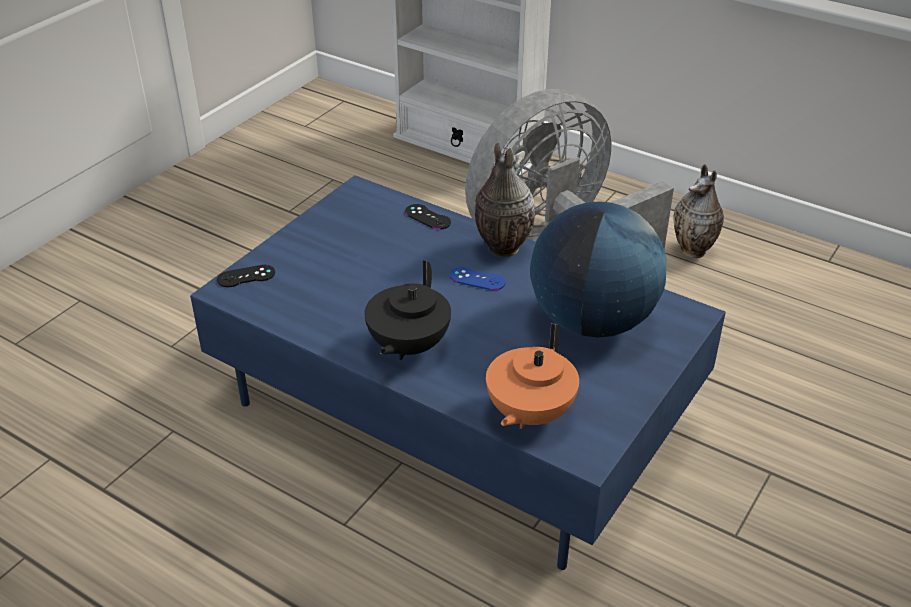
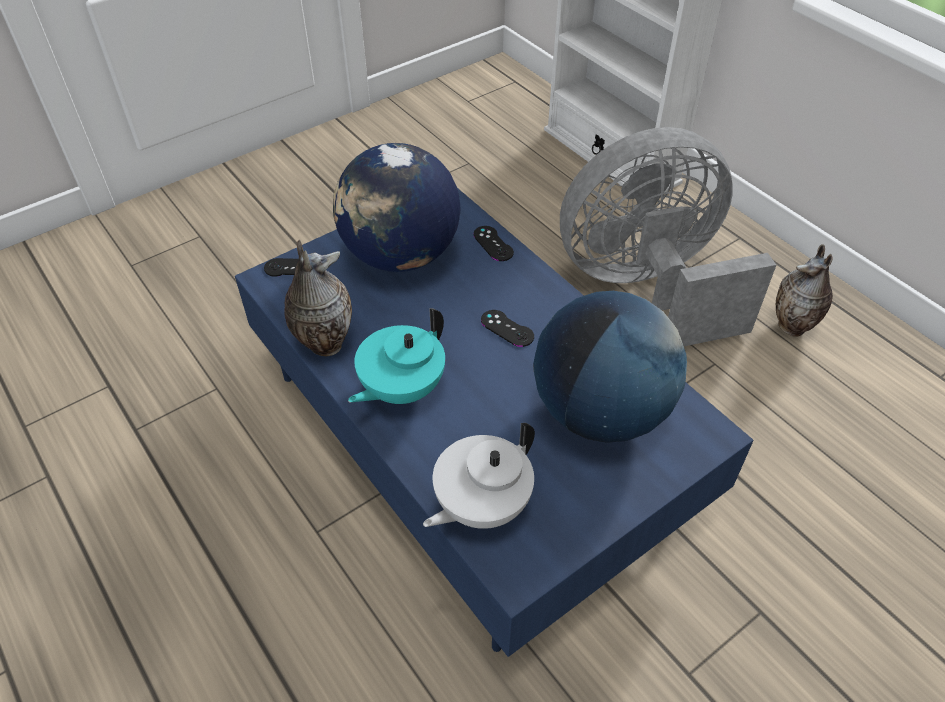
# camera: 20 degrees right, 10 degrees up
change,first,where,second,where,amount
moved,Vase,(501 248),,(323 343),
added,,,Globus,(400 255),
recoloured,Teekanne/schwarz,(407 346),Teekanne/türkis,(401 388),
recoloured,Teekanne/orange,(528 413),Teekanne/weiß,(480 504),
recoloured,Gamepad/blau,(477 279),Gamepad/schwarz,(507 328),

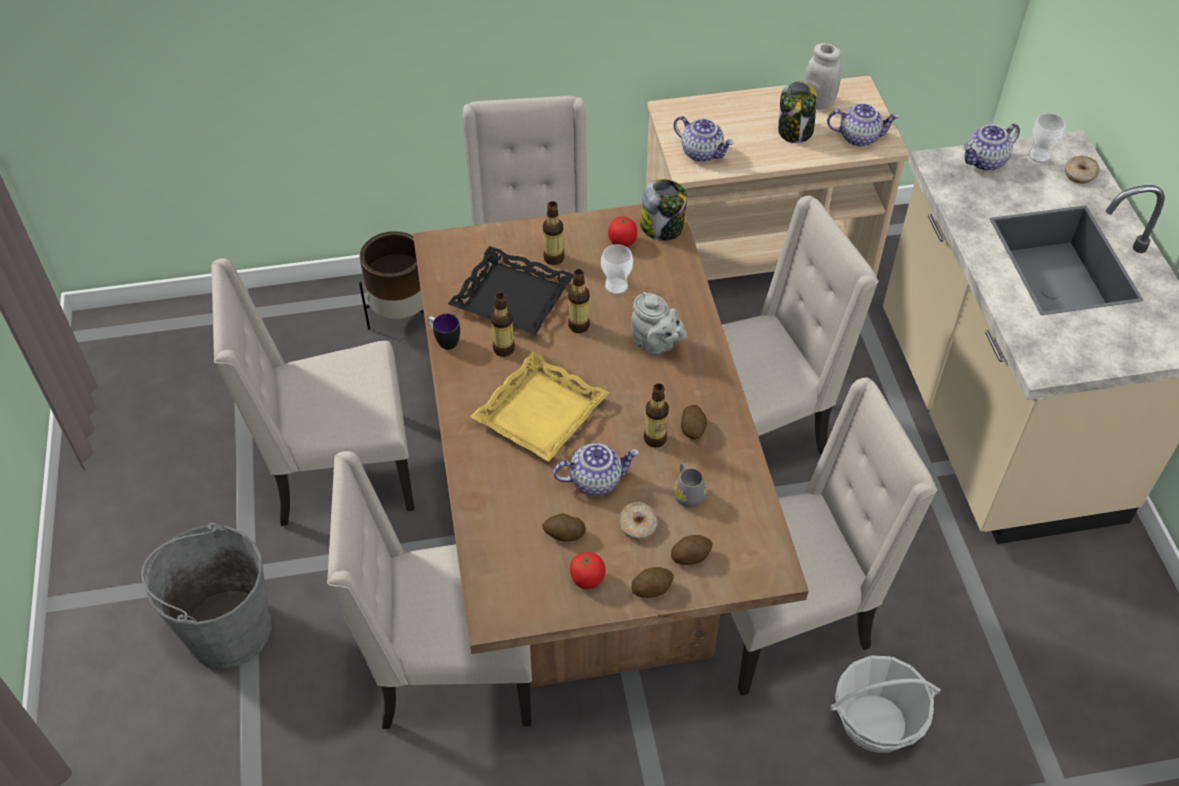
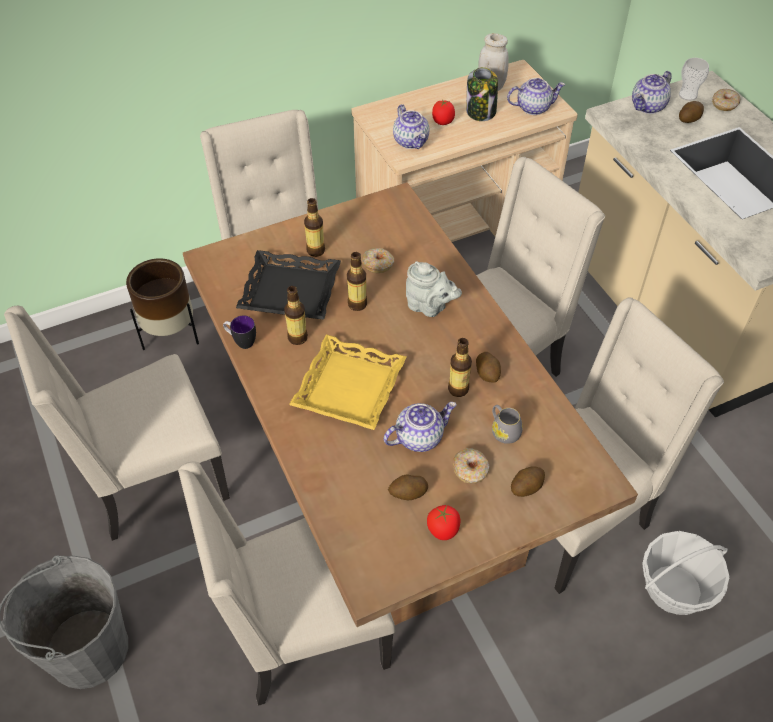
# camera: 15 degrees left, 0 degrees up
change,first,where,second,where,amount
replaced,Tasse,(616 286),Donut,(378 264),
turned,Teekanne,(702 153),,(411 141),45 degrees clockwise
moved,Tomate,(622 242),,(443 122),
moved,Kartoffel,(652 588),,(689 119),
removed,Vorratsglas,(662 227),,,

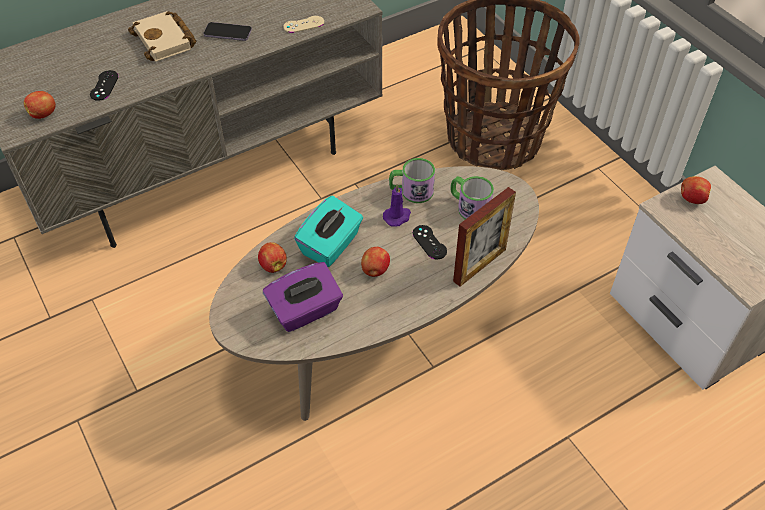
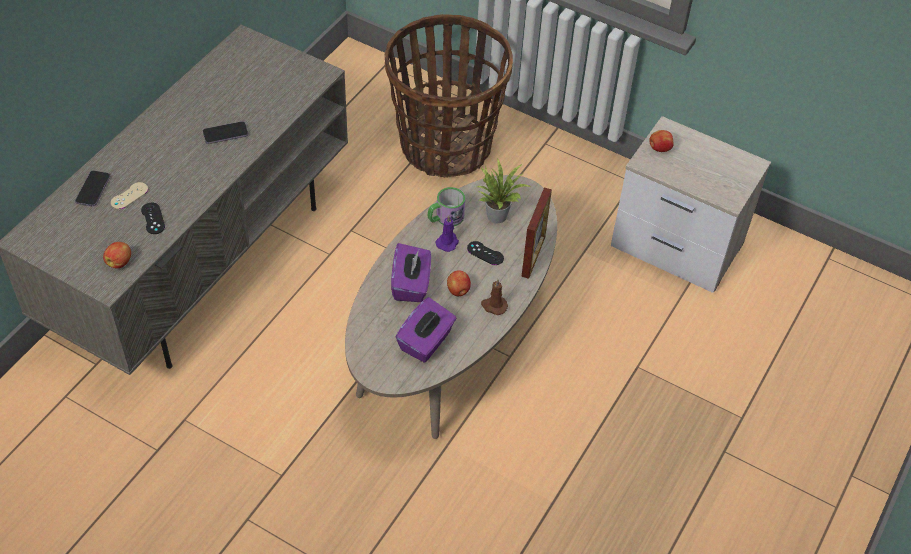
# camera: 30 degrees left, 0 degrees up
change,first,where,second,where,amount
added,,,Handy,(93 189),
moved,Gamepad/beige,(303 24),,(129 196),
recoloured,Taschentuchbox/türkis,(331 245),Taschentuchbox/lila,(411 284),
replaced,Henkelbecher,(469 207),Topfpflanze,(497 214),
added,,,Kerze/braun,(494 306),
removed,Buch/beige,(166 41),,,
removed,Apfel,(273 265),,,

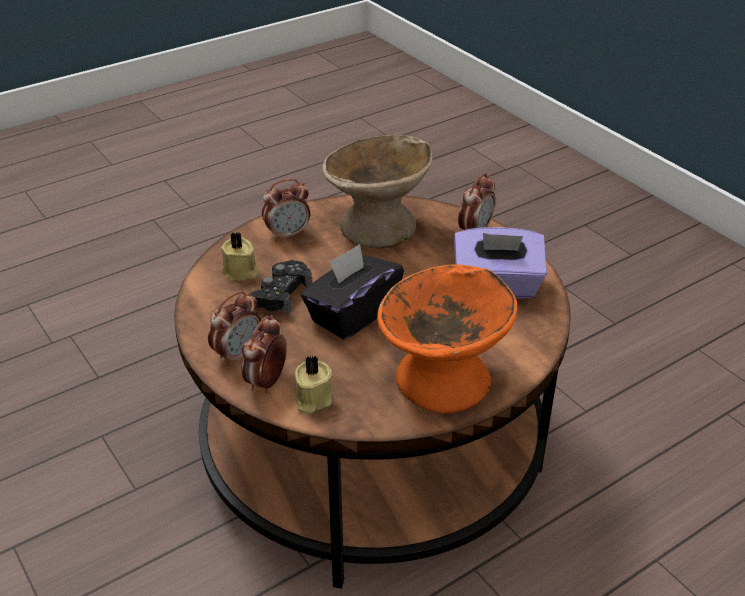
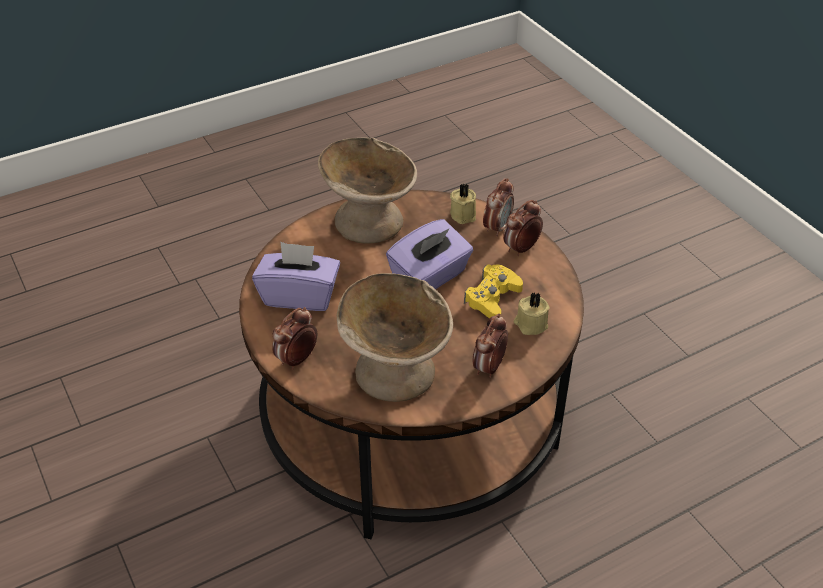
# camera: 175 degrees left, 5 degrees up
change,first,where,second,where,amount
recoloured,Schüssel/orange,(443 380),Schüssel/beige,(368 222),
recoloured,Taschentuchbox/schwarz,(352 314),Taschentuchbox/lila,(430 277),
recoloured,Gamepad/schwarz,(279 295),Gamepad/gelb,(492 298),
turned,Wecker,(287 234),,(489 367),45 degrees counterclockwise

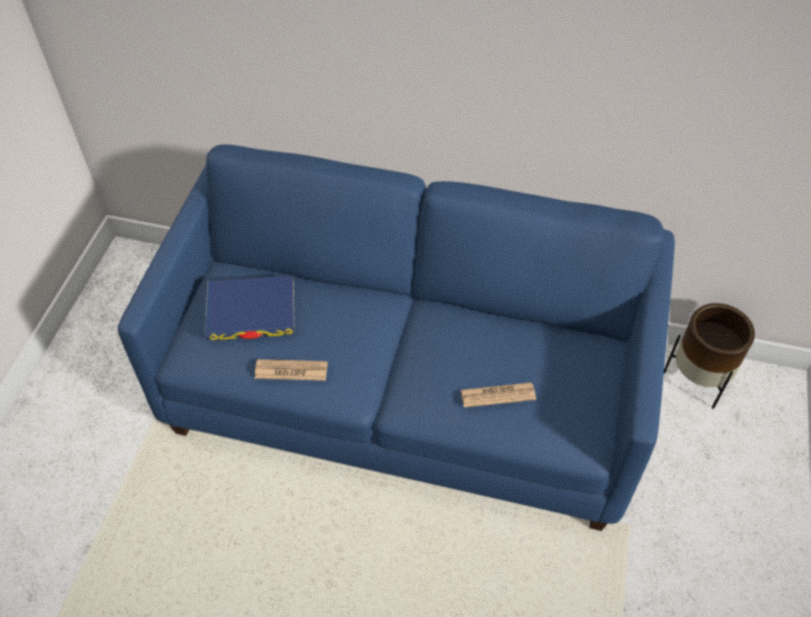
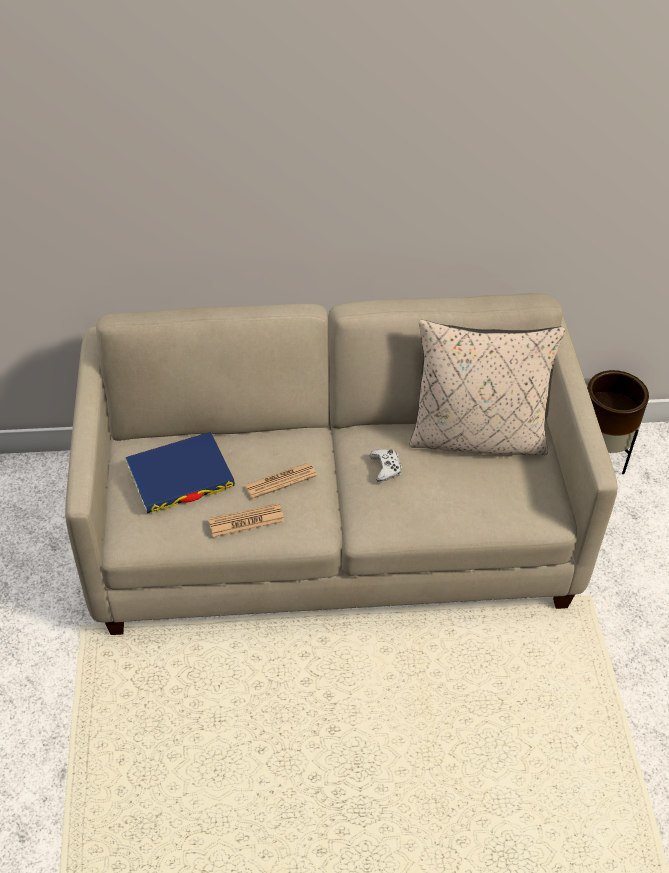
# camera: 20 degrees left, 5 degrees down
change,first,where,second,where,amount
recoloured,Sofa/blau,(407 390),Sofa/beige,(333 531),
moved,Zeitung,(498 395),,(280 481),
added,,,Gamepad/weiß,(386 468),
added,,,Kissen/beige,(477 437),

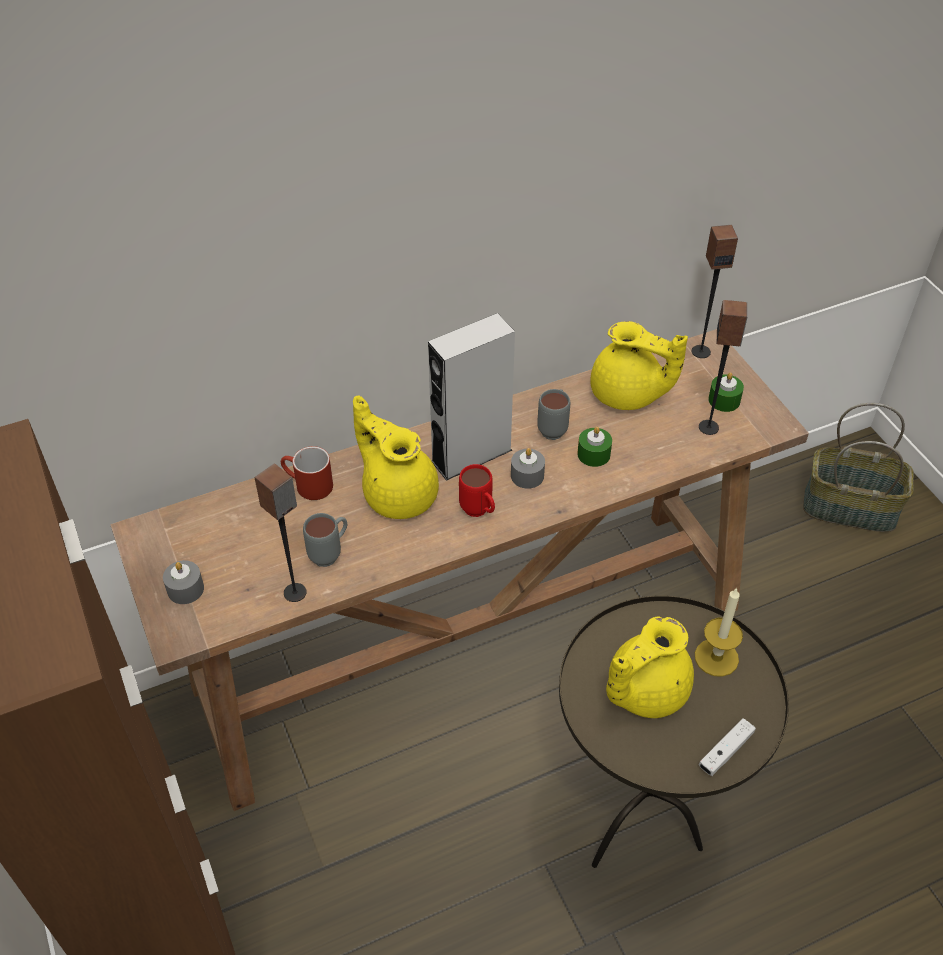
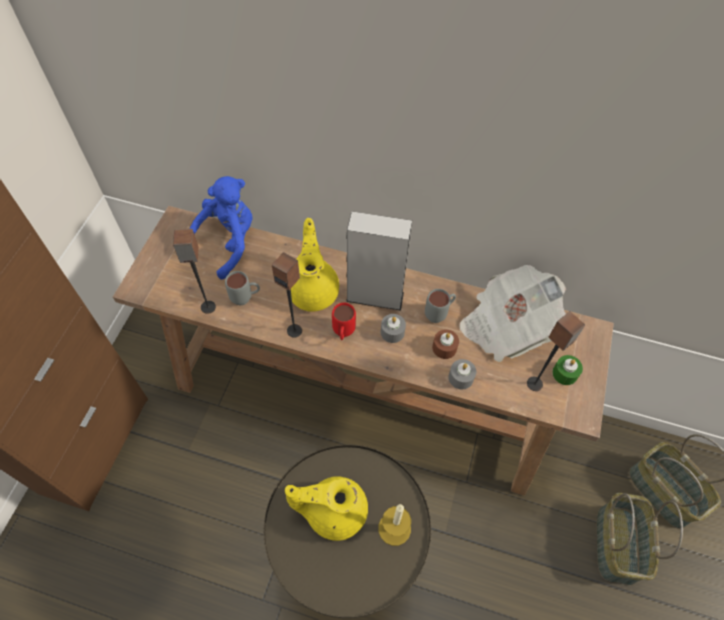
# camera: 40 degrees right, 10 degrees up
change,first,where,second,where,amount
added,,,Plüschtier/blau,(227 243),
moved,Lautsprecher,(700 351),,(294 330),
recoloured,Kerze/grün,(593 454),Kerze/braun,(444 348),
moved,Kerze/grau,(185 589),,(460 377),
replaced,Teekanne/gelb,(628 395),Zeitung,(506 325),
added,,,Korb,(618 545),
removed,Henkelbecher/rot,(307 486),,,
removed,Gamepad/weiß,(725 751),,,

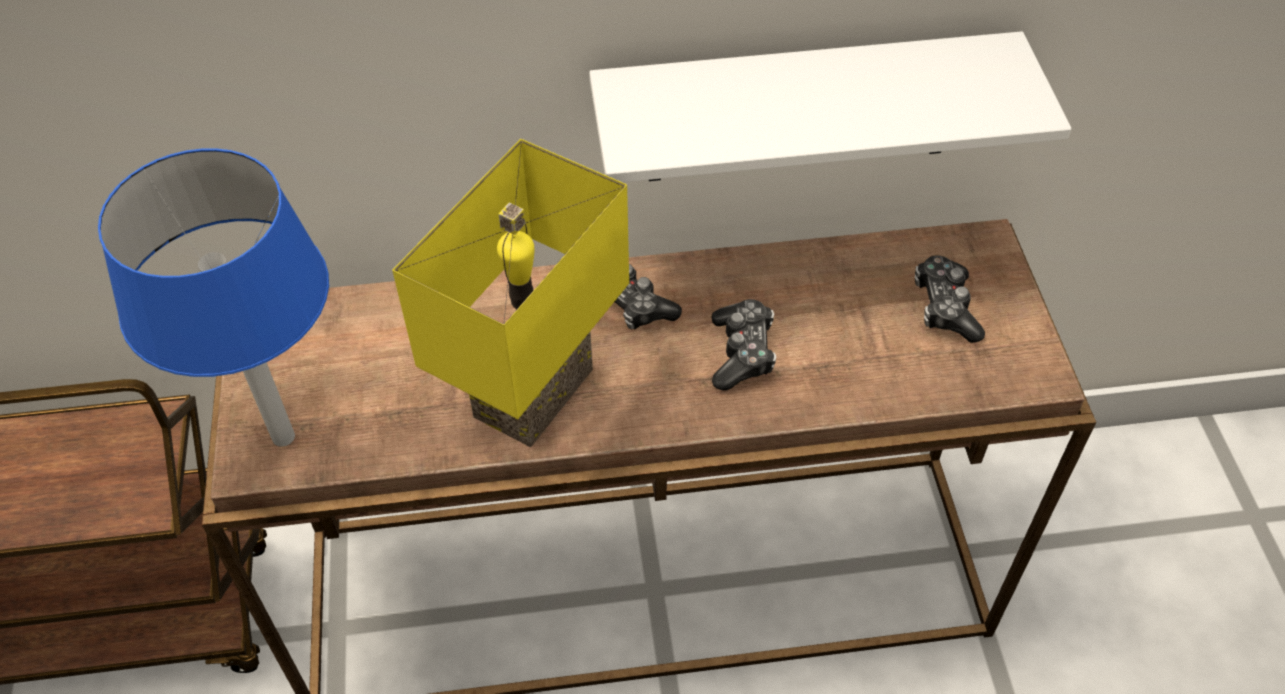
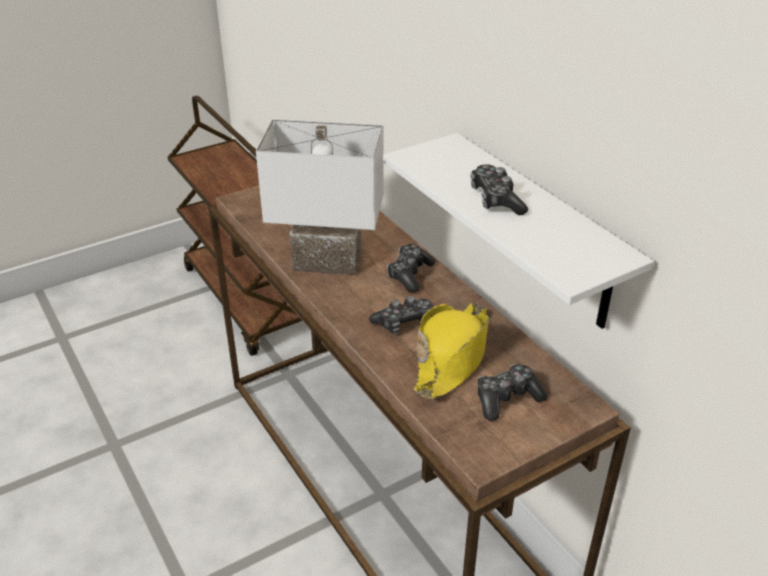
# camera: 65 degrees right, 15 degrees down
change,first,where,second,where,amount
recoloured,Tischlampe/gelb,(538 397),Tischlampe/weiß,(325 263),
added,,,Hut/gelb,(452 357),
added,,,Gamepad,(496 200),
removed,Tischlampe/blau,(282 437),,,

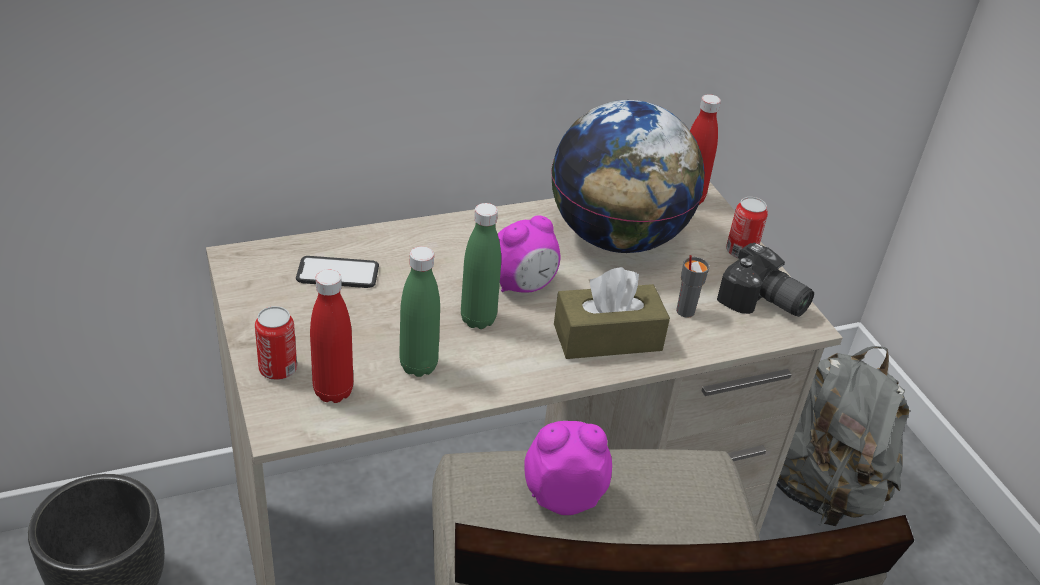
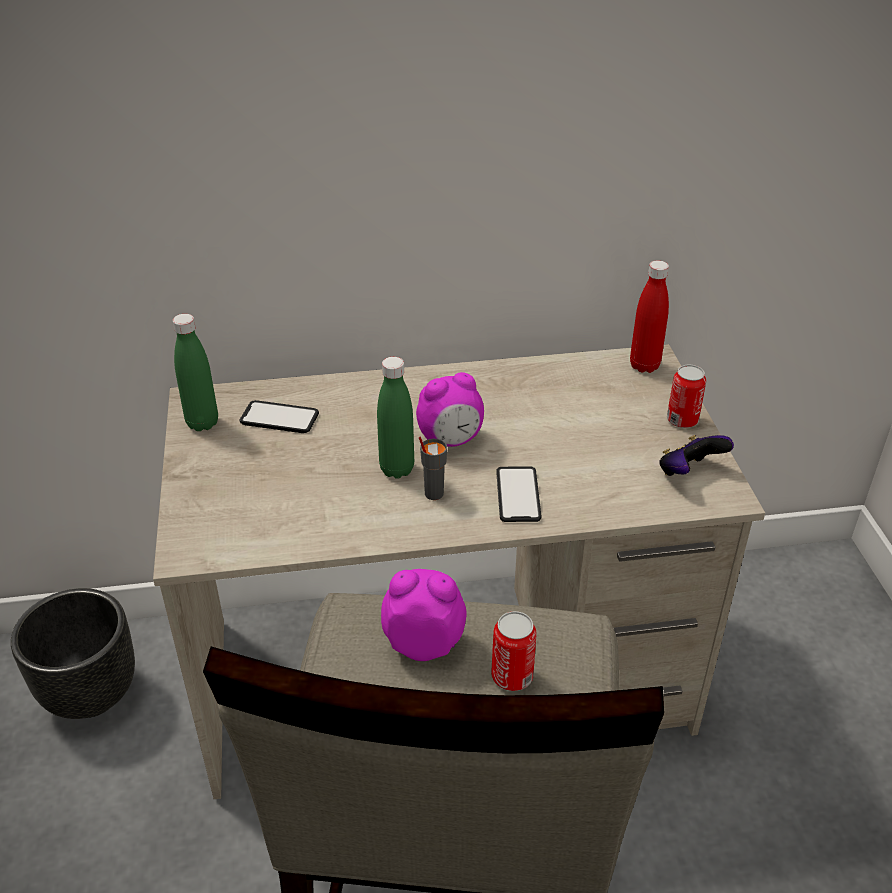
# camera: 15 degrees right, 0 degrees up
change,first,where,second,where,amount
moved,Flasche/grün,(418 366),,(202 423),
moved,Tasse/grau,(684 311),,(433 493),
moved,Dose,(278 369),,(512 676),
replaced,Taschentuchbox/braun,(607 337),Handy,(518 495),
replaced,Kamera,(762 303),Gamepad,(688 473),
removed,Flasche/rot,(333 391),,,
removed,Globus,(616 238),,,
removed,Rucksack/grau,(819 489),,,

